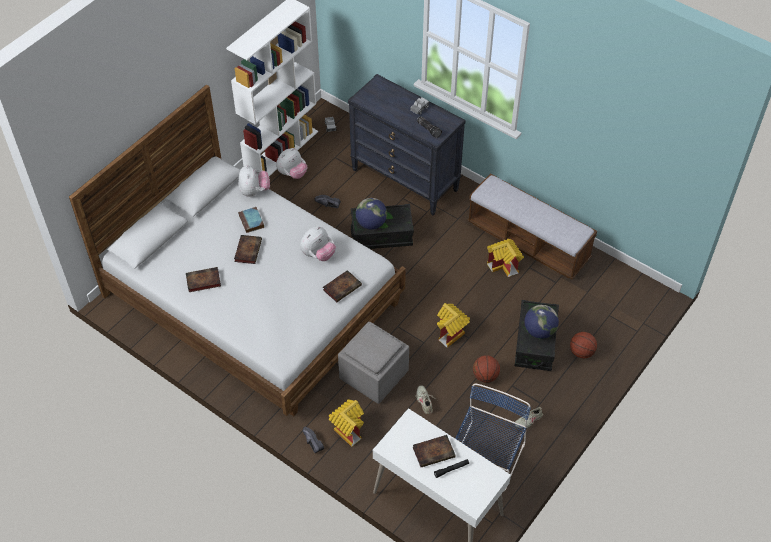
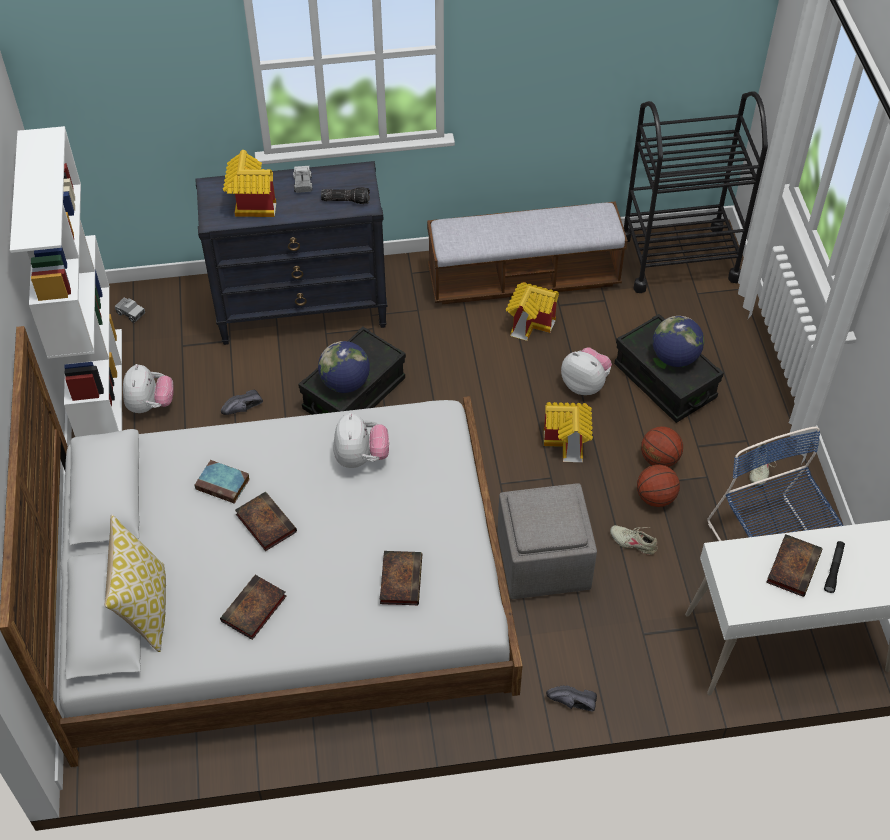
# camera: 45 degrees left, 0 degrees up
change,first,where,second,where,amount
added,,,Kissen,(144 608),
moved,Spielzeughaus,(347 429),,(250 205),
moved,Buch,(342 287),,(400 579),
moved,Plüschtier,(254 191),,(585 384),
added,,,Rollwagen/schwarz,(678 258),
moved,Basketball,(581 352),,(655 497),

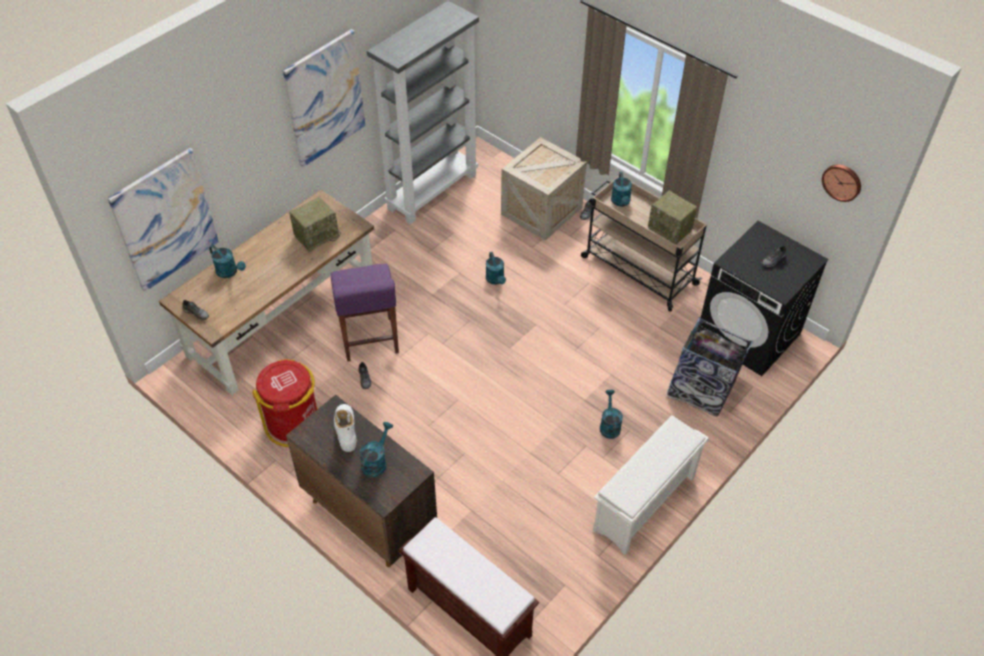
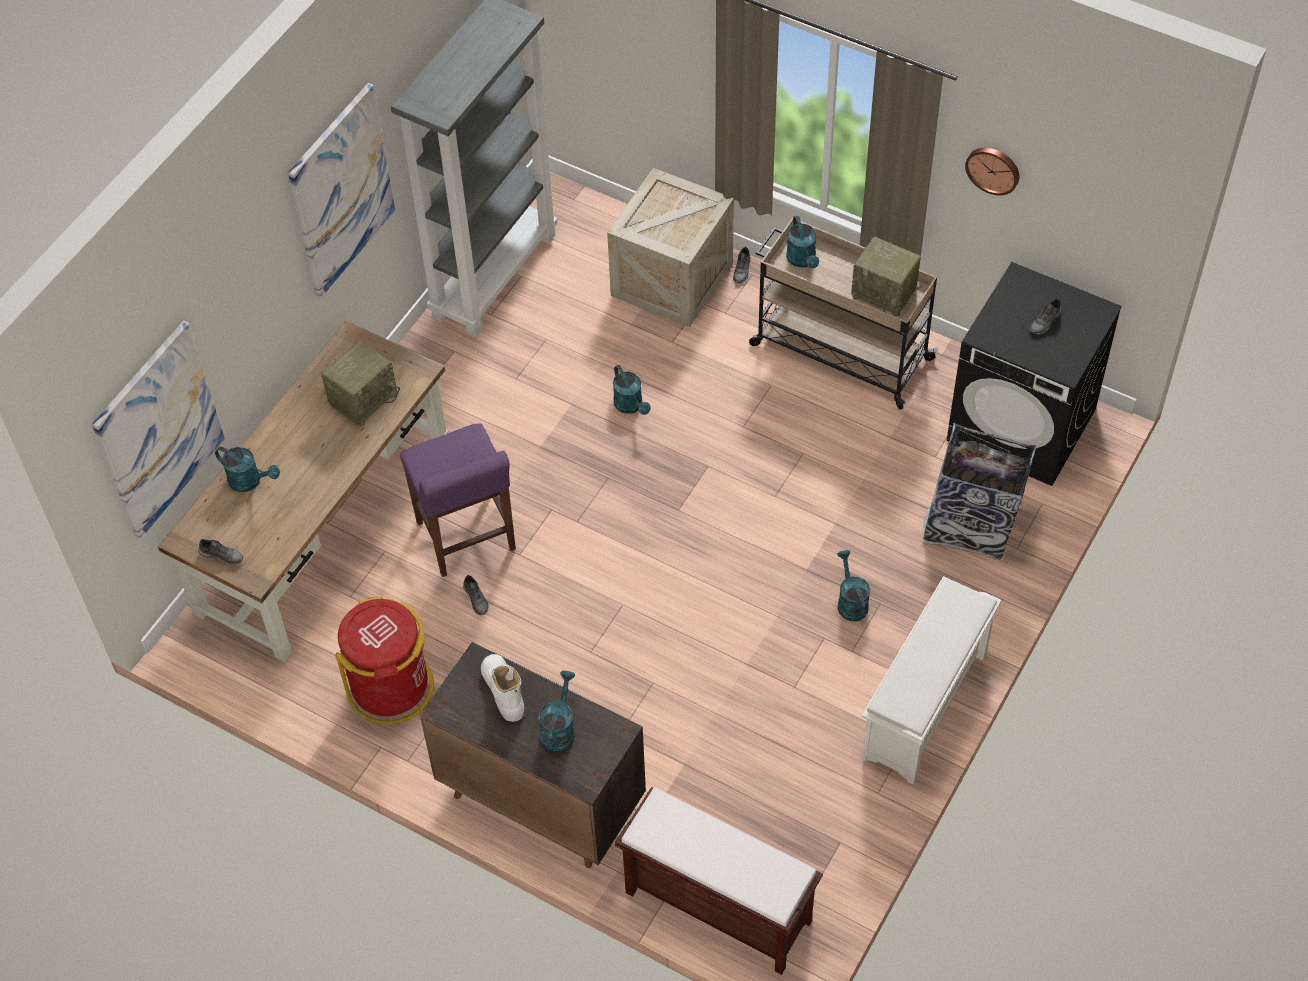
# camera: 10 degrees left, 5 degrees up
change,first,where,second,where,amount
moved,Wanduhr,(842 182),,(993 169),

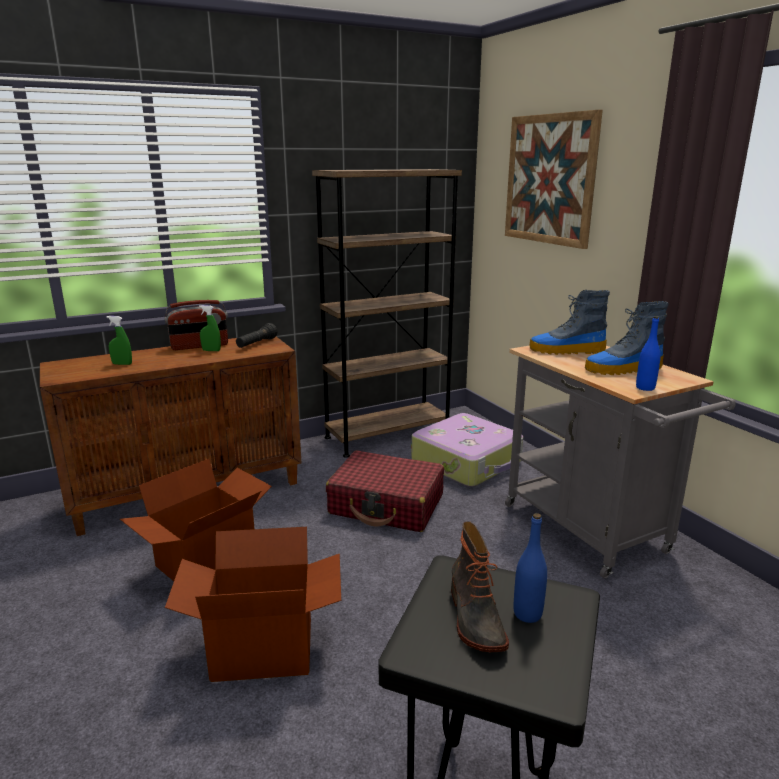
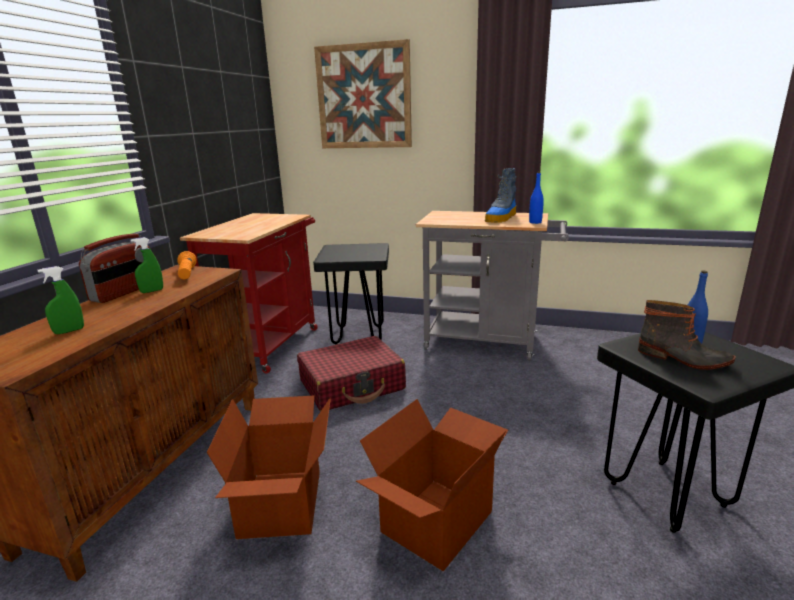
# camera: 45 degrees left, 0 degrees up
change,first,where,second,where,amount
recoloured,Taschenlampe/schwarz,(256 344),Taschenlampe/orange,(187 274),
replaced,Bücherregal/braun,(387 435),Rollwagen/rot,(270 343),
replaced,Koffer,(467 462),Hocker/schwarz,(358 336),
removed,Stiefel,(566 351),,,

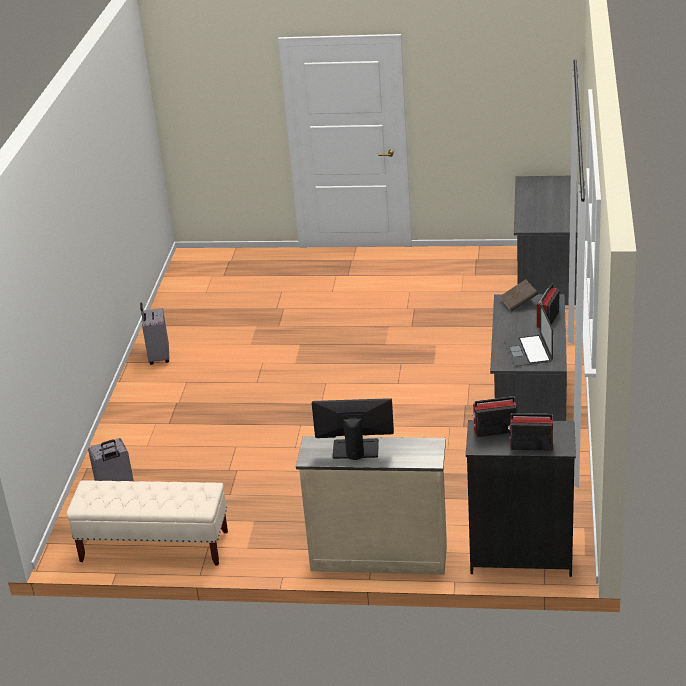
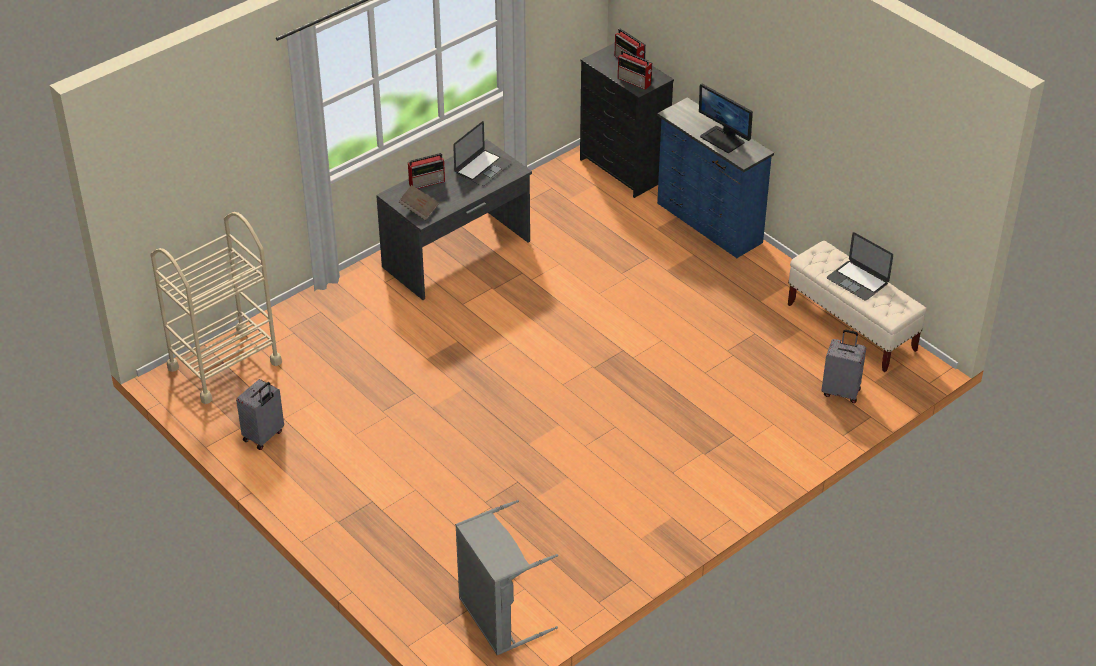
# camera: 140 degrees left, 10 degrees up
change,first,where,second,where,amount
replaced,Schreibtisch/grau,(545 274),Rollwagen/beige,(224 365),
moved,Koffer/grau,(158 357),,(264 436),
added,,,Wäschekorb/grau,(498 618),
recoloured,Kommode/beige,(378 556),Kommode/blau,(708 224),
added,,,Laptop,(857 280),

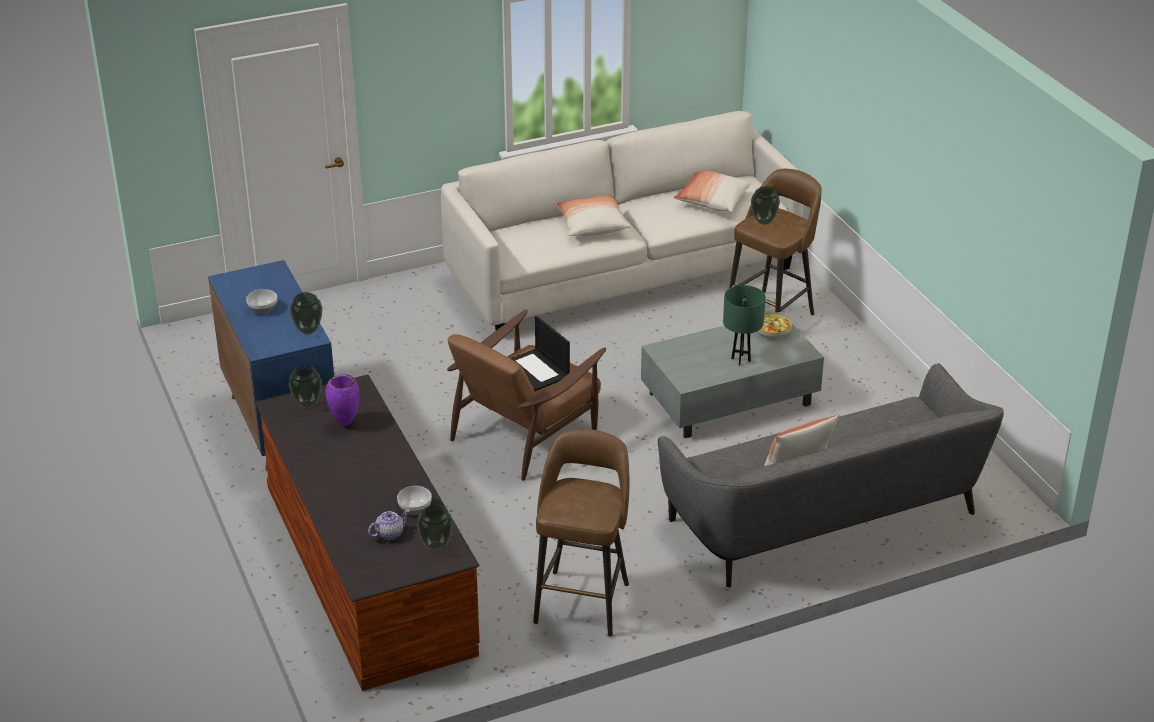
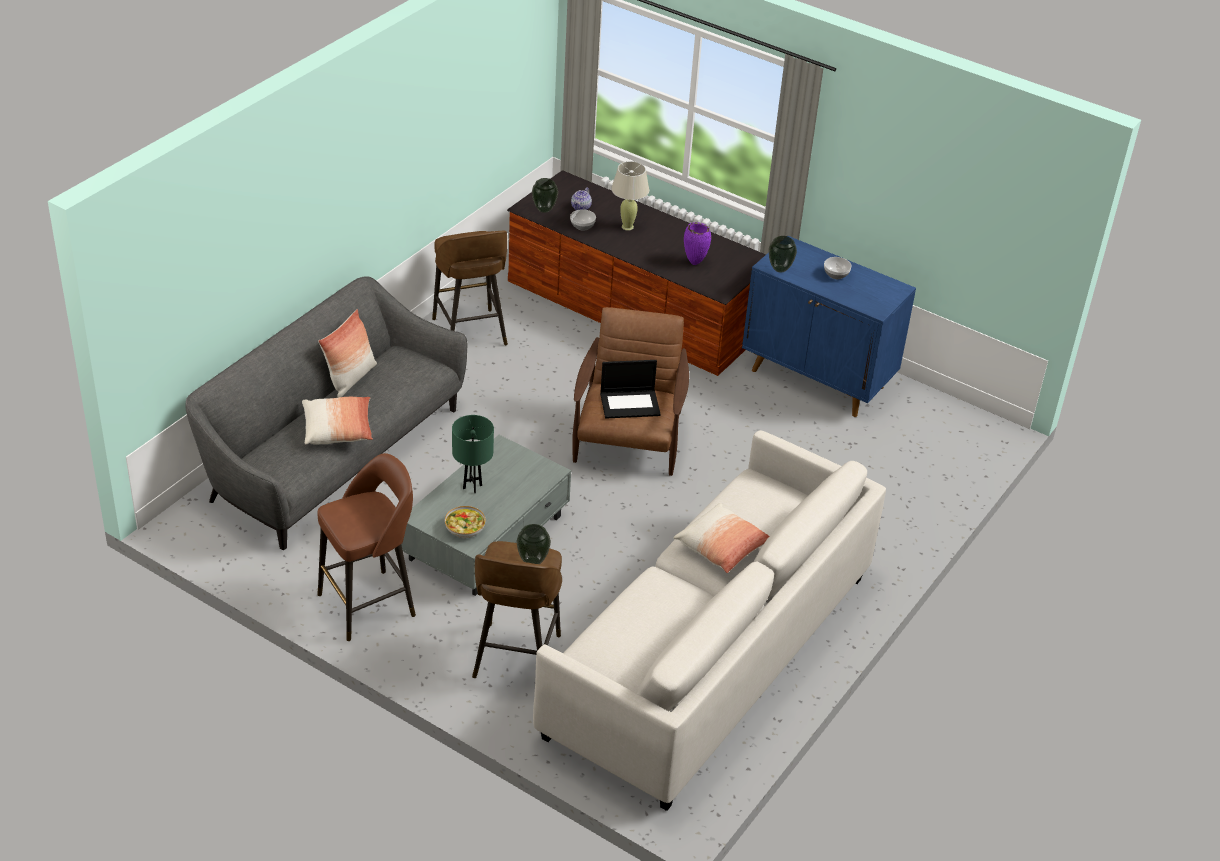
# camera: 145 degrees right, 5 degrees up
change,first,where,second,where,amount
moved,Kissen,(712 201),,(338 430),
added,,,Hocker/braun,(369 604),
turned,Laptop,(537 370),,(630 404),150 degrees clockwise
added,,,Tischlampe/beige,(627 227),
removed,Vase,(307 404),,,

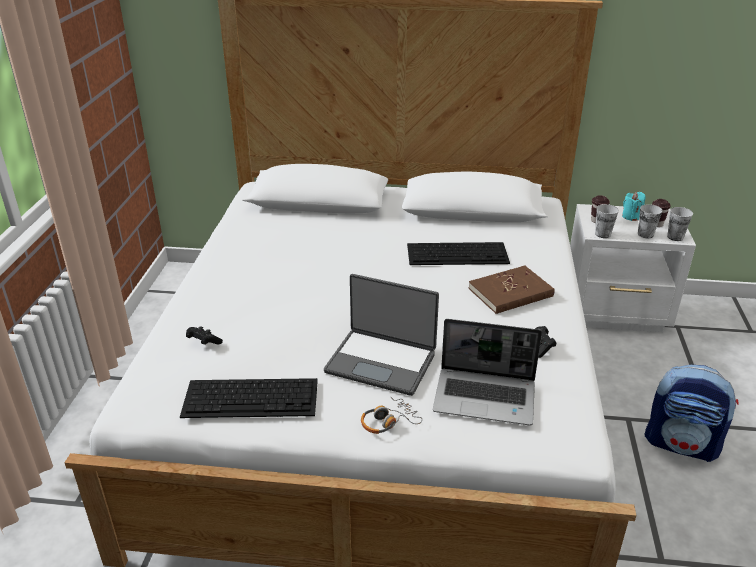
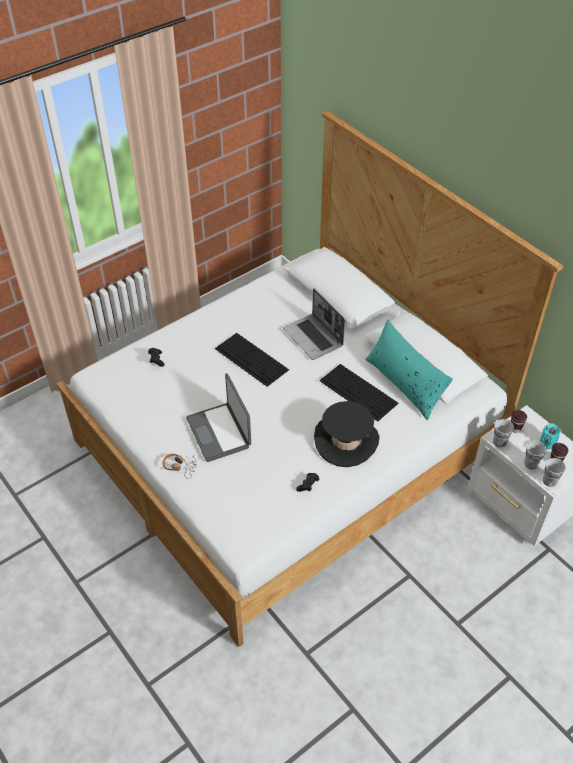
# camera: 45 degrees right, 15 degrees up
change,first,where,second,where,amount
moved,Tastatur,(252 397),,(252 359),
moved,Laptop,(486 397),,(314 338),
replaced,Buch/braun,(510 293),Hut/schwarz,(346 441),
added,,,Kissen/türkis,(404 383),
removed,Rucksack,(682 444),,,

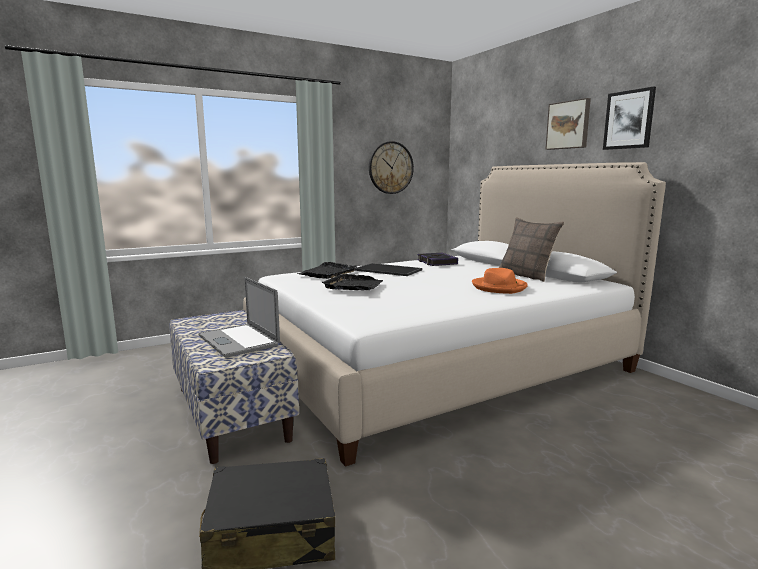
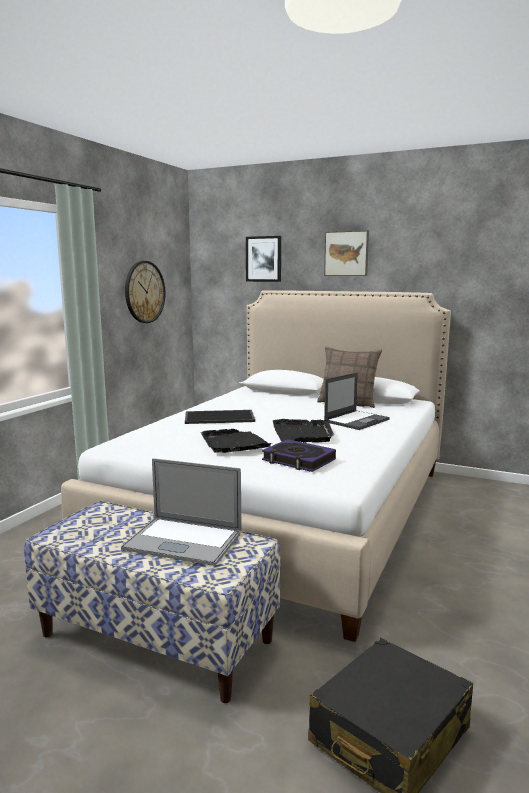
# camera: 35 degrees left, 0 degrees up
change,first,where,second,where,amount
moved,Bild,(629 120),,(263 259),
moved,Buch,(436 262),,(298 460),
moved,Tablett/schwarz,(327 273),,(303 433),
replaced,Hut/orange,(499 287),Laptop,(357 420),

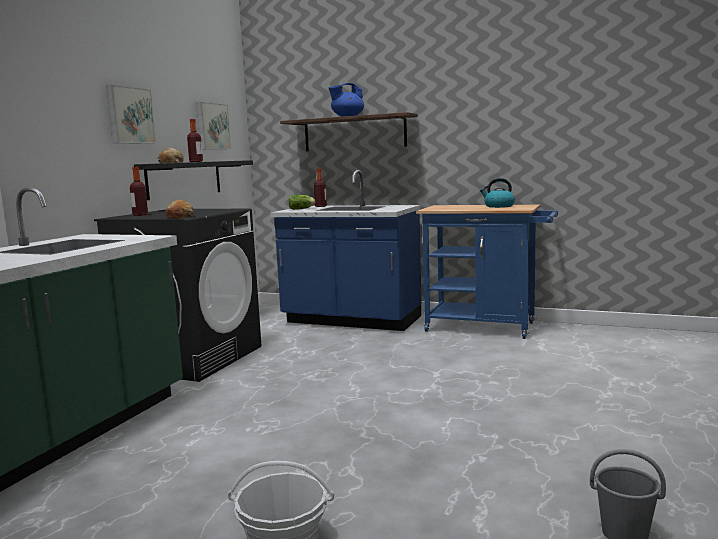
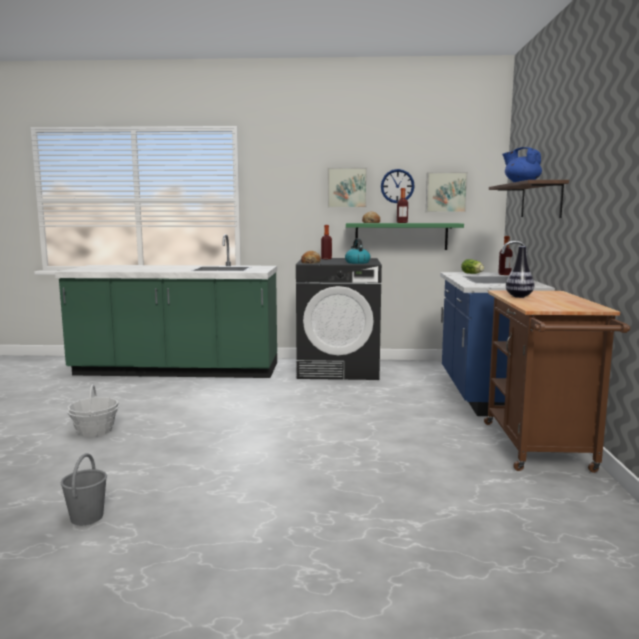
# camera: 70 degrees right, 0 degrees up
change,first,where,second,where,amount
moved,Wasserkessel,(498 206),,(357 262),
recoloured,Wandregal/schwarz,(184 179),Wandregal/grün,(401 236),
added,,,Wanduhr,(397 186),
recoloured,Rollwagen/blau,(487 327),Rollwagen/braun,(540 449),
added,,,Vase,(519 296),

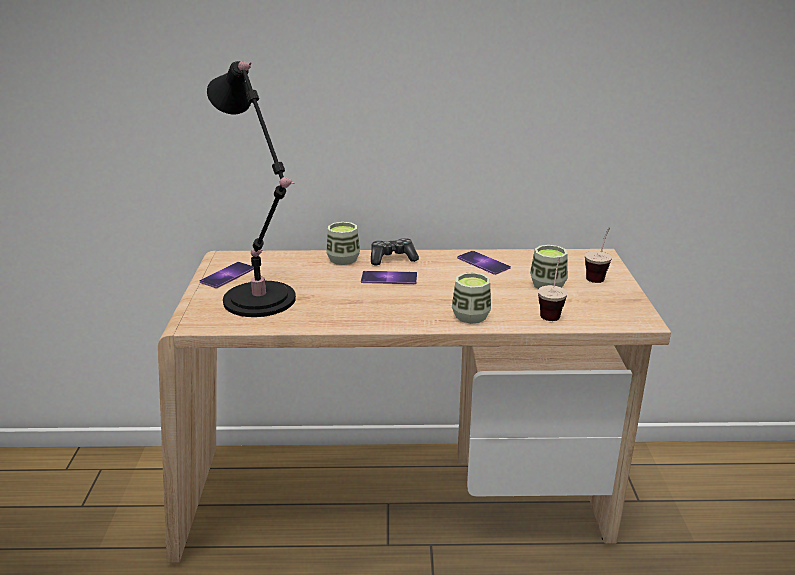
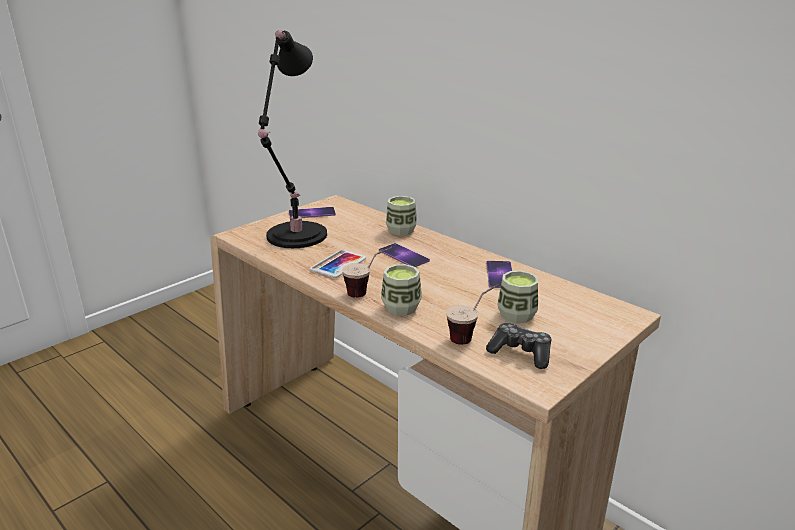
# camera: 45 degrees right, 0 degrees up
change,first,where,second,where,amount
added,,,Handy,(338 264),
moved,Tasse,(597 275),,(368 292),
moved,Gamepad,(392 258),,(521 353),

